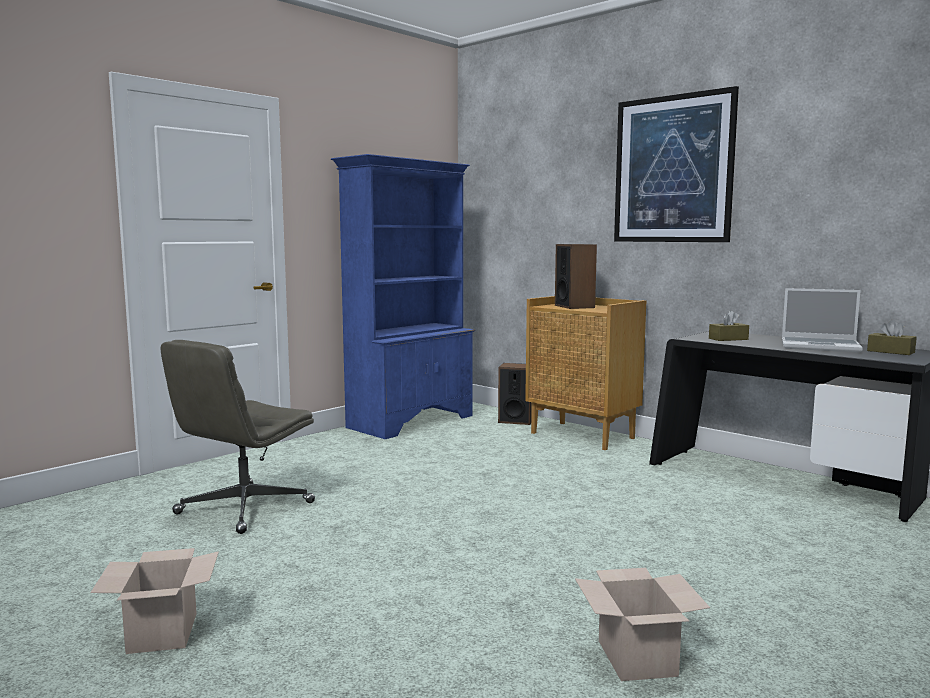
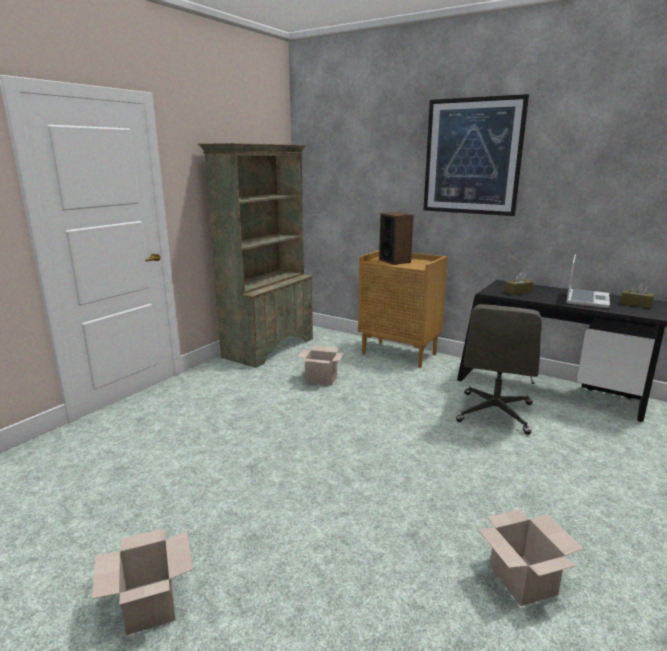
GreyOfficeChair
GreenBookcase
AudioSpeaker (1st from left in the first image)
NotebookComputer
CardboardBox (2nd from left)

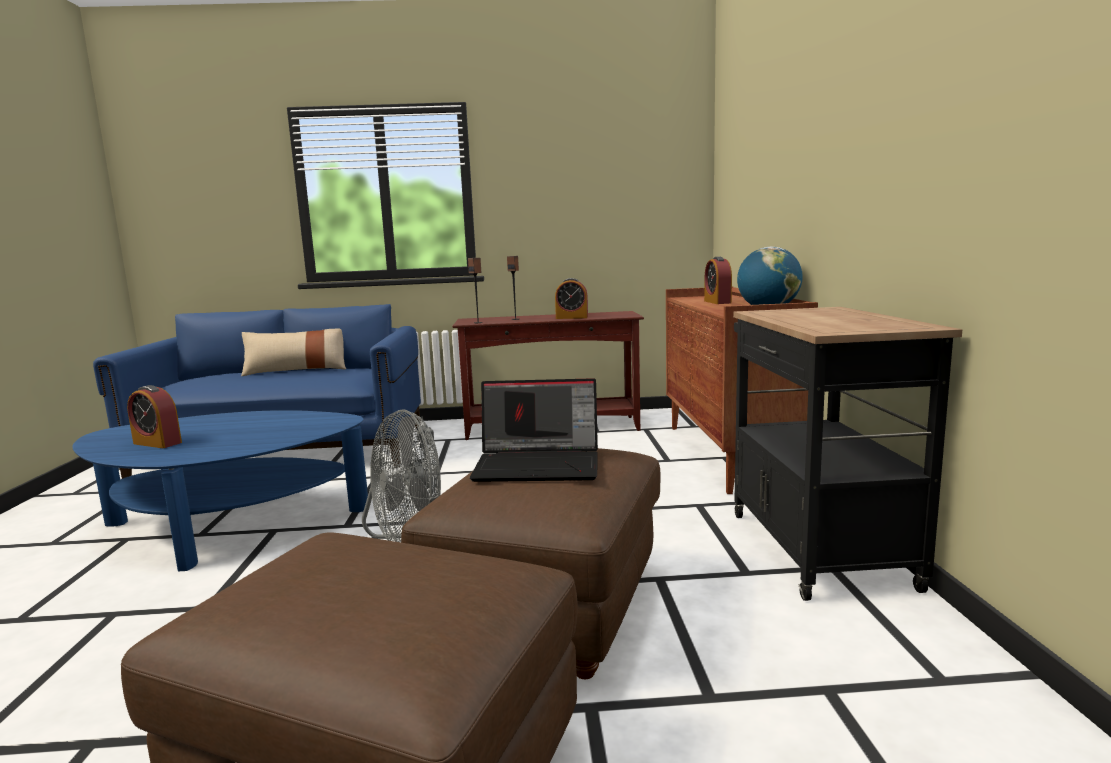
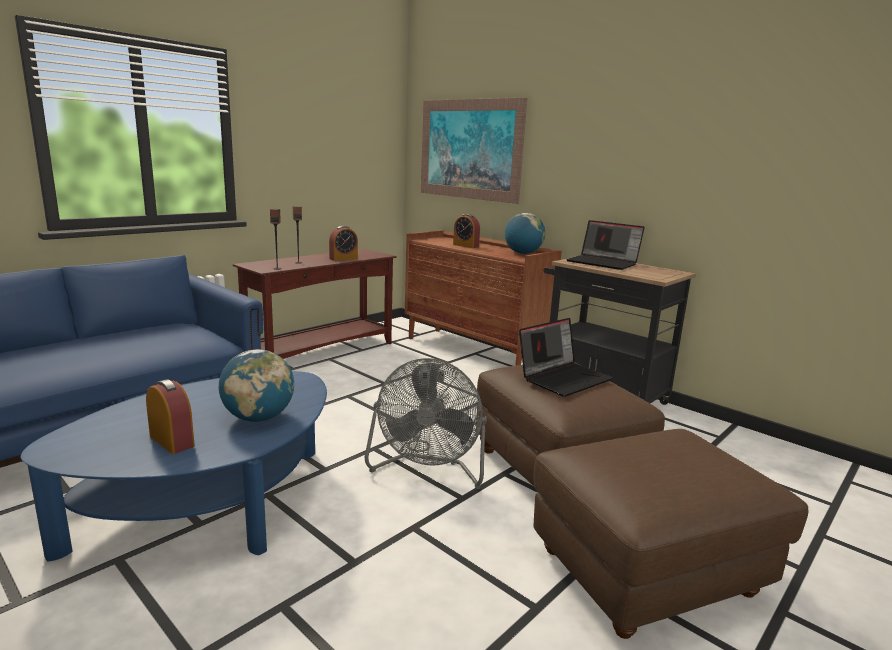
TableClock (1st from left)
BeigePillow
Globe (1st from left)
Picture
NotebookComputer (2nd from left)

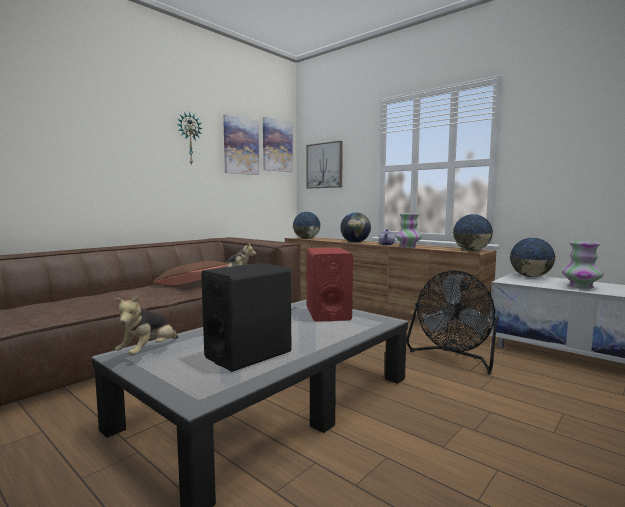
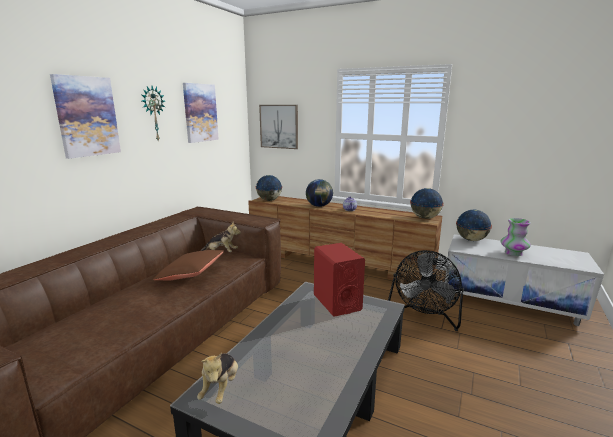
BlackColouredAudioSpeaker
Picture (1st from left)
Vase (1st from left in the first image)

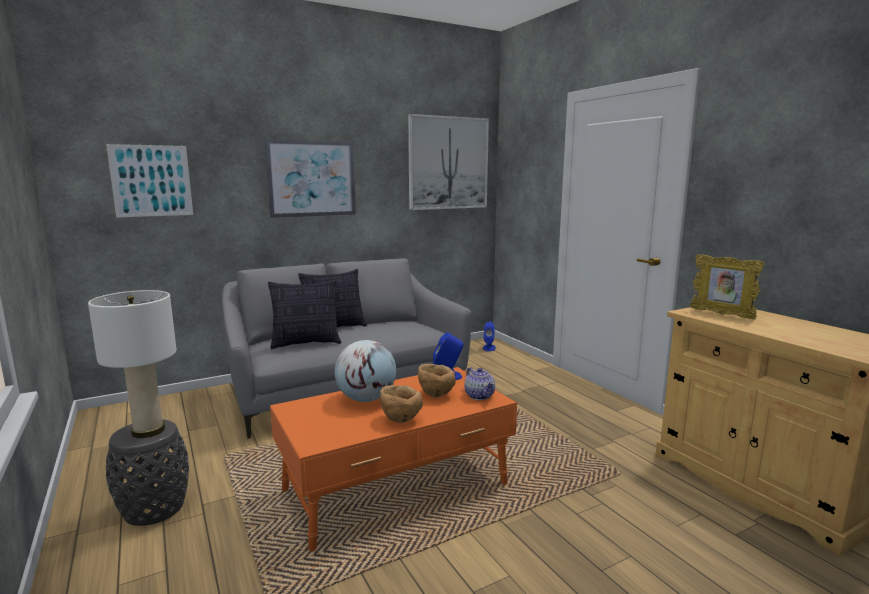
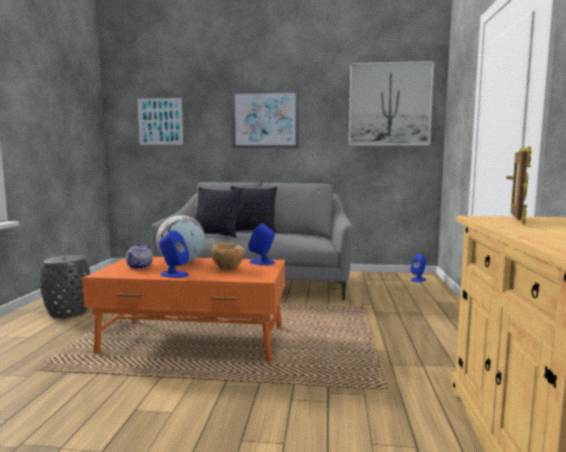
WhitishTableLamp
BlueColouredAudioSpeaker (1st from left)
Teapot
PhotoFrame

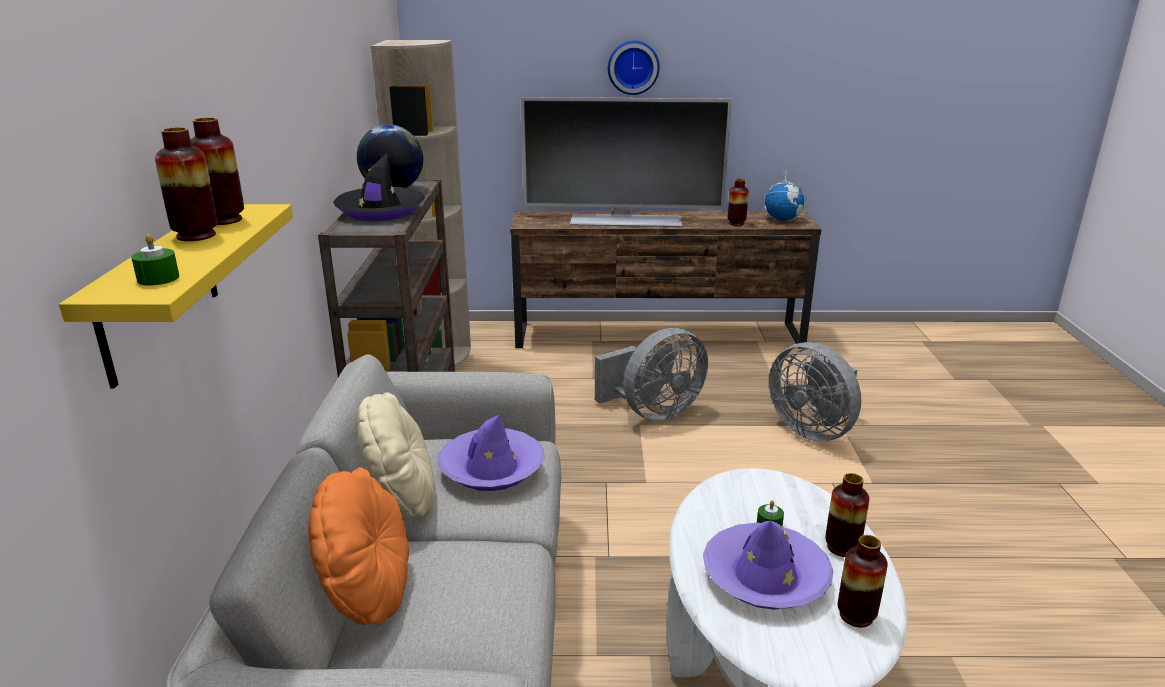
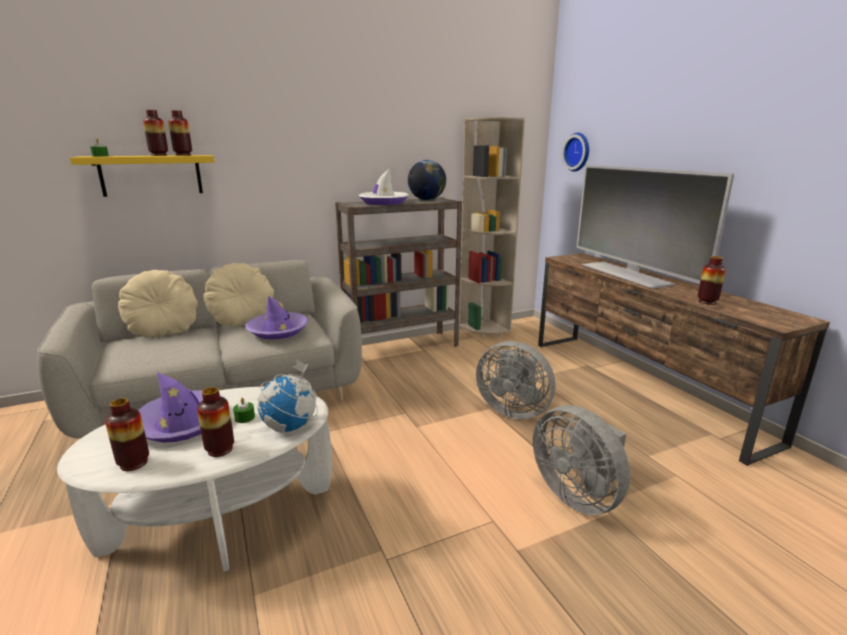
BeigePillow (1st from left)
WhitishClothingHat
WallClock
Globe (1st from left)
GreyFan (2nd from left)

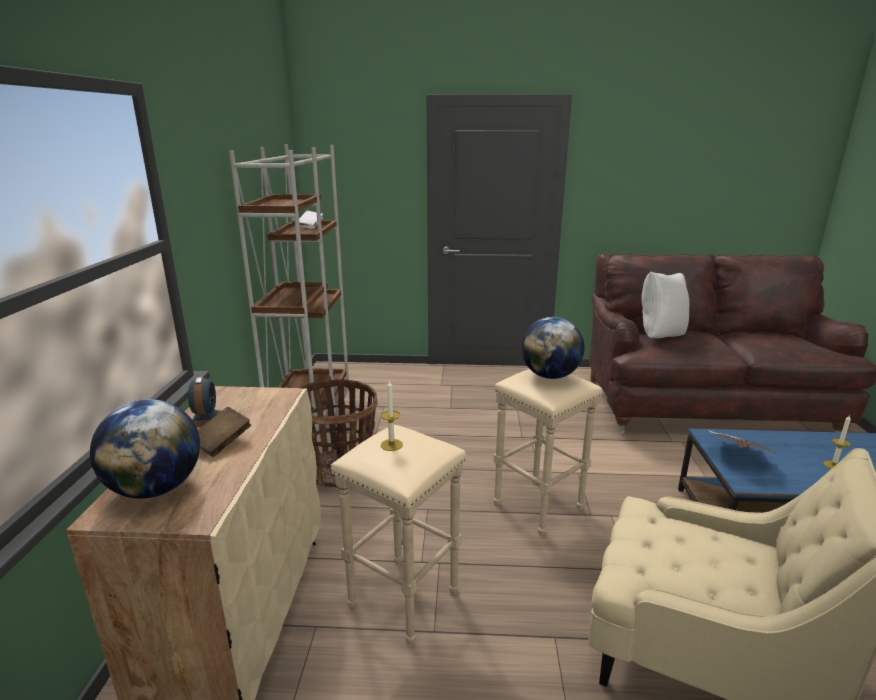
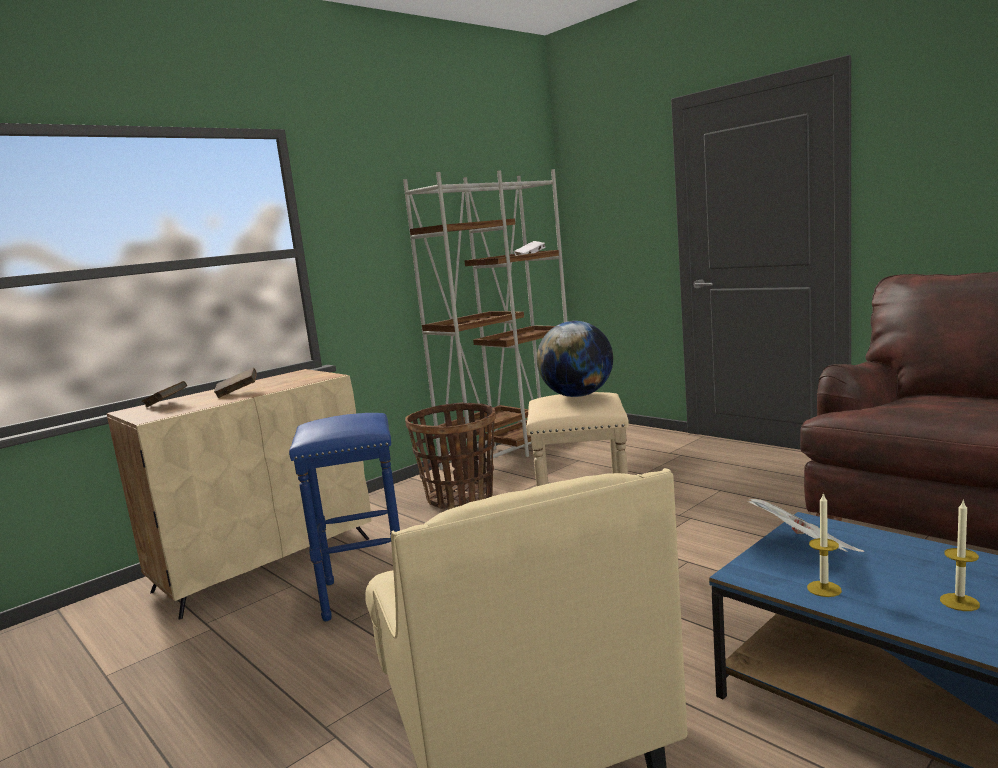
BrownBoundBook (1st from left)
TableClock
BlueColouredStool
Candle (1st from left)
WhitishPillow

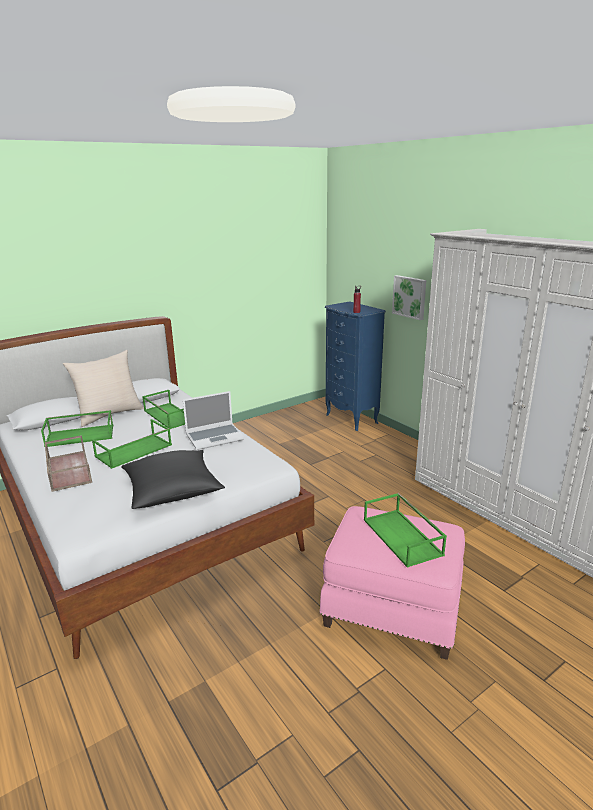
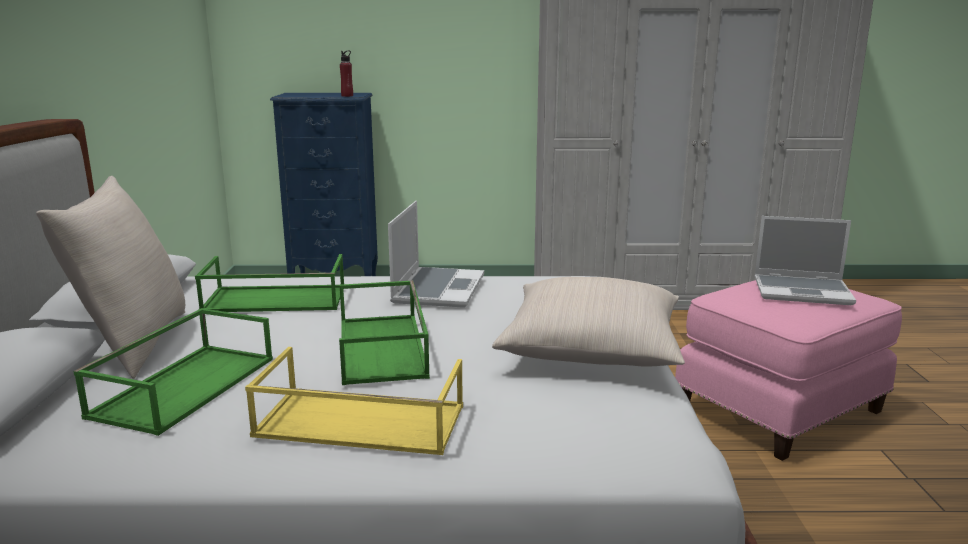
YellowishCarryingTray
BeigePillow (2nd from left)
NotebookComputer (2nd from left)
Picture

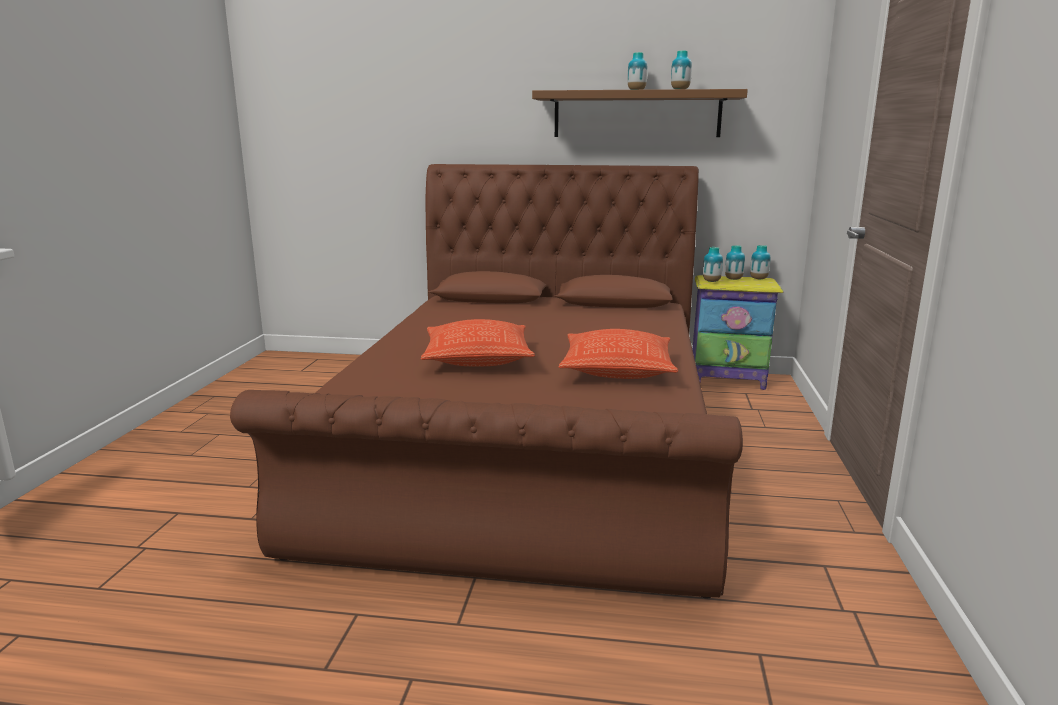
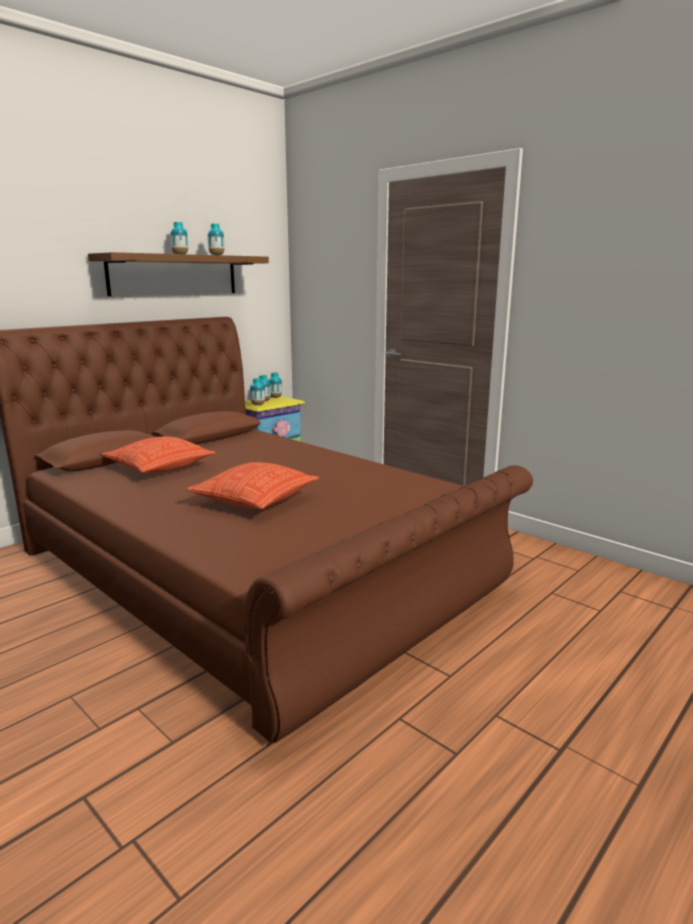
OrangeyPillow (1st from left)

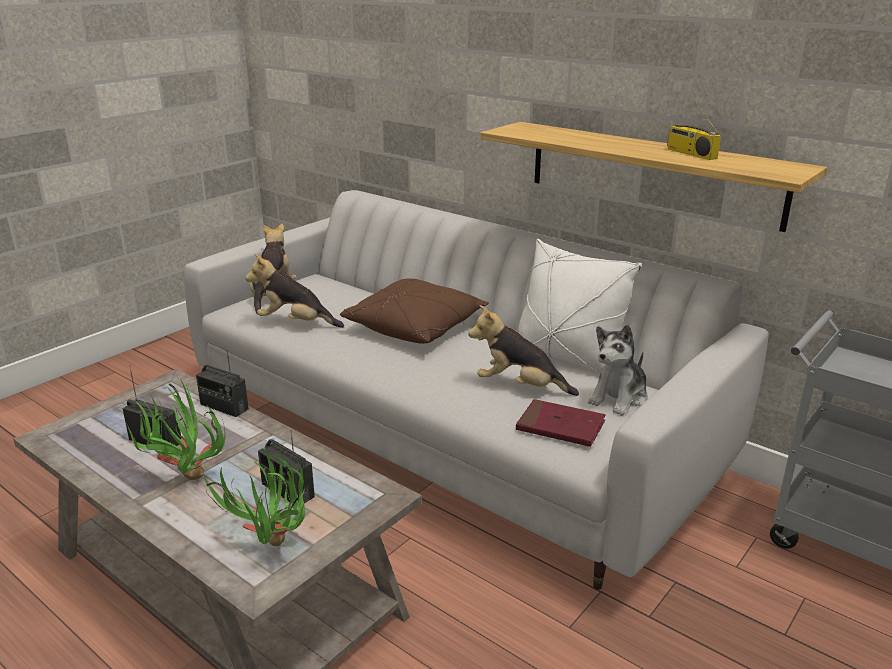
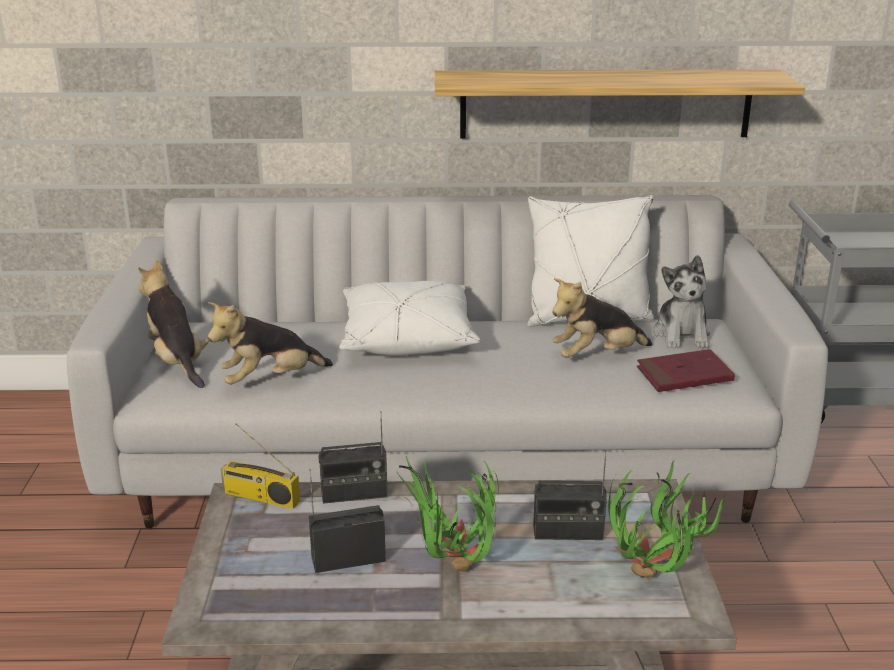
WhitishPillow (1st from left)
RadioReceiver (1st from left)

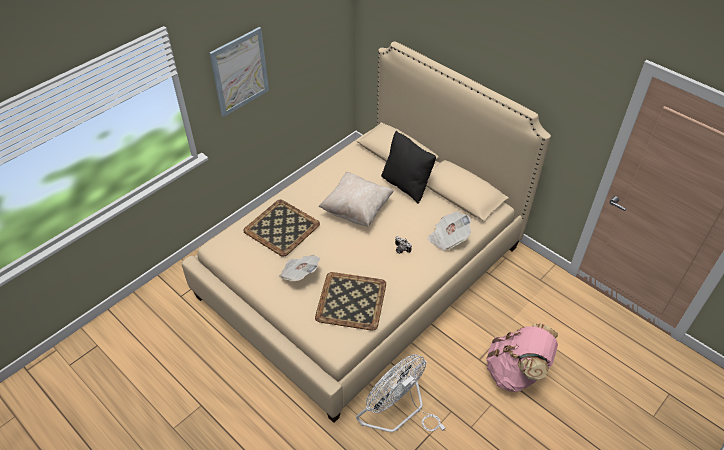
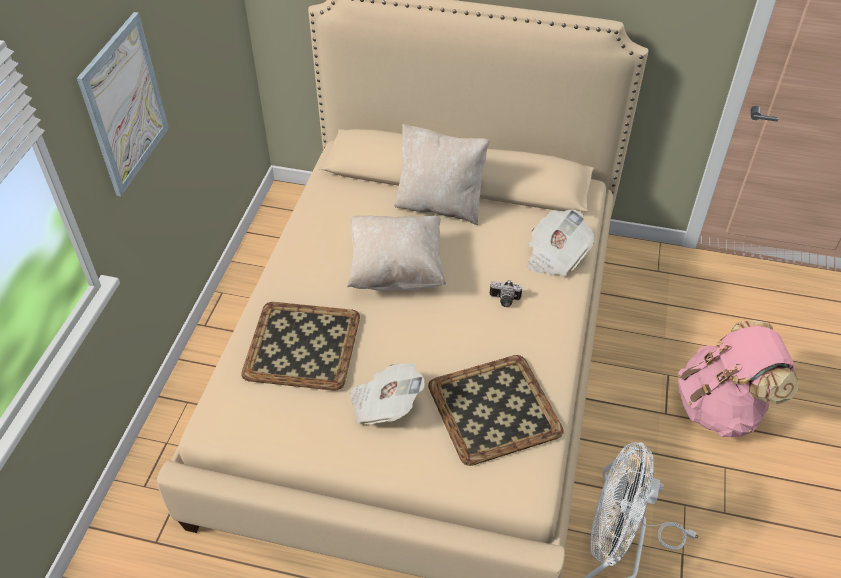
BeigePillow (2nd from left)

